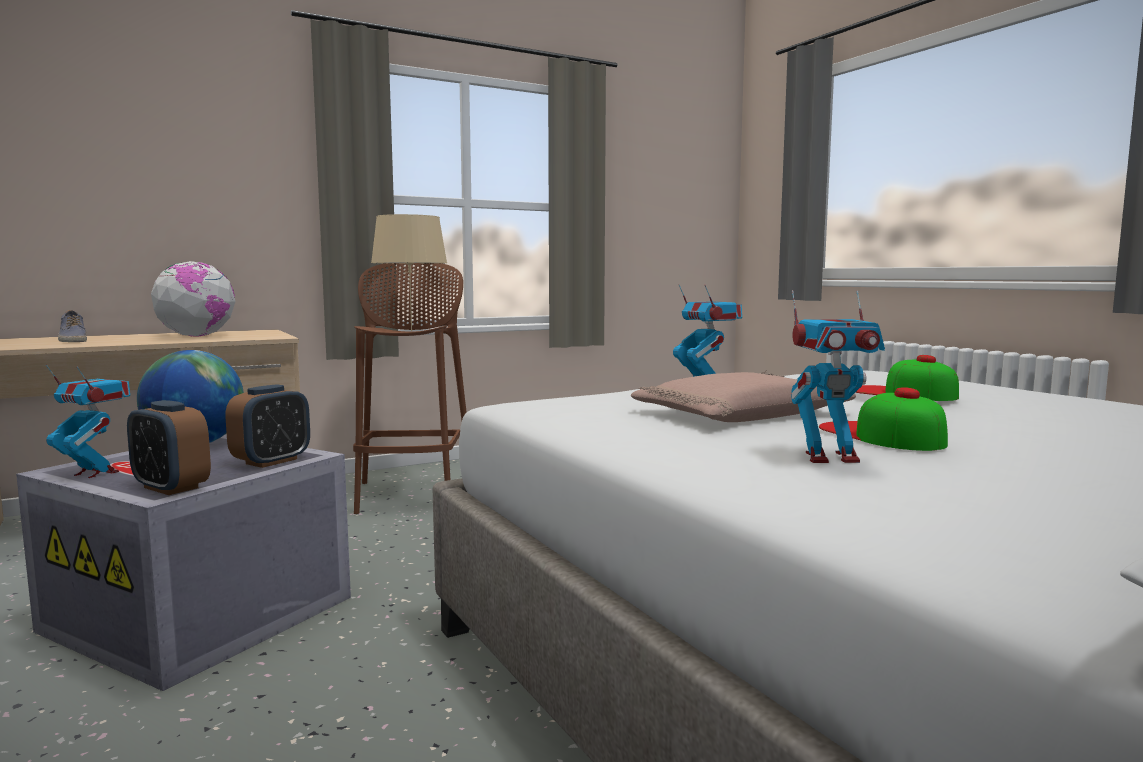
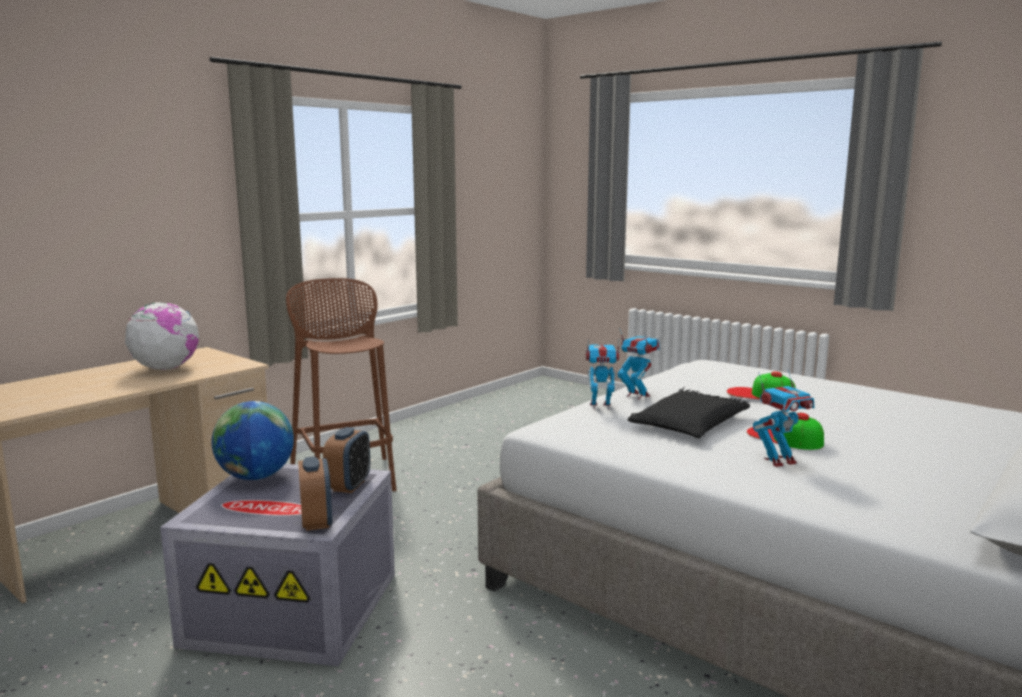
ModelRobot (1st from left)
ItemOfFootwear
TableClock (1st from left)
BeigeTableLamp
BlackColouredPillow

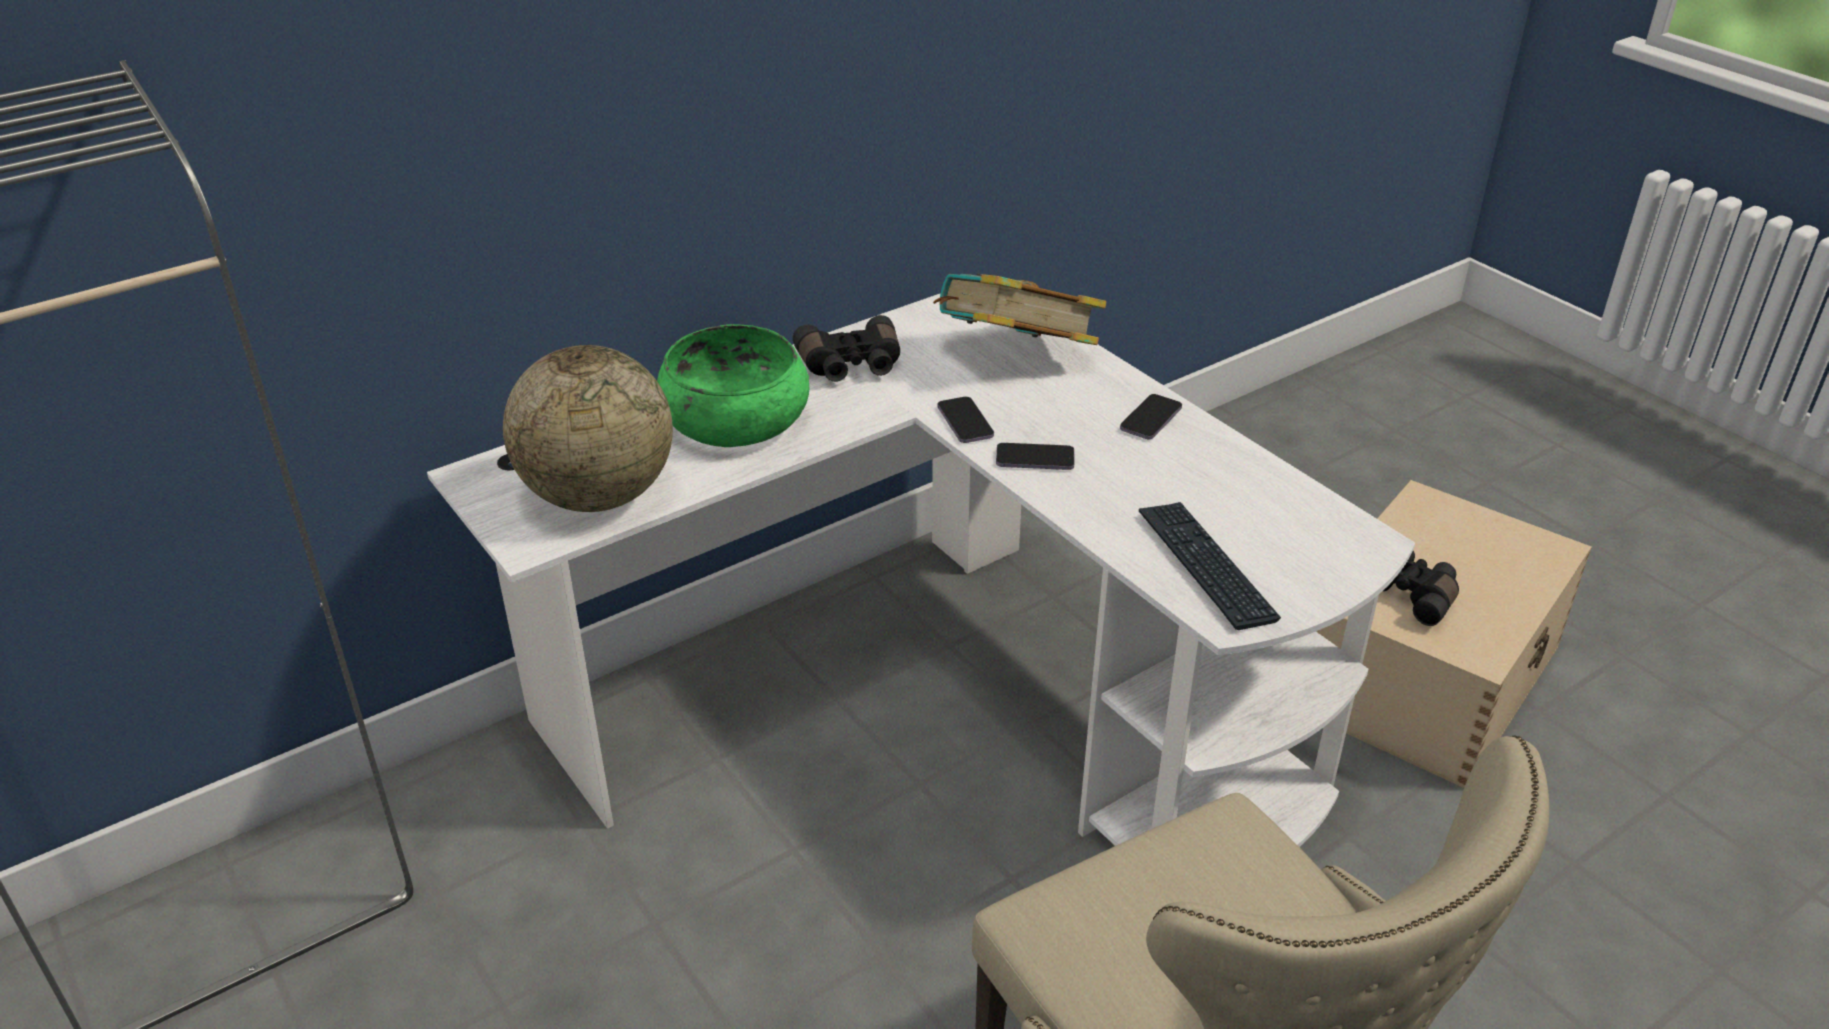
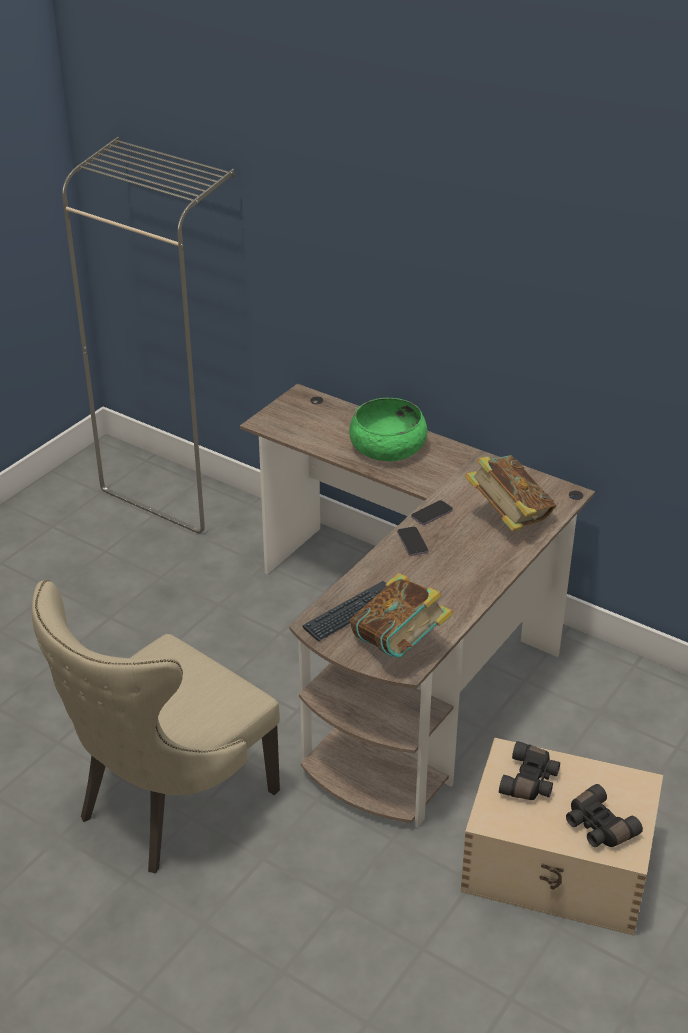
BrownDeskUnit
Globe
BlackColouredFieldGlasses (2nd from left)
Phone (3rd from left in the first image)
BoundBook (1st from left)

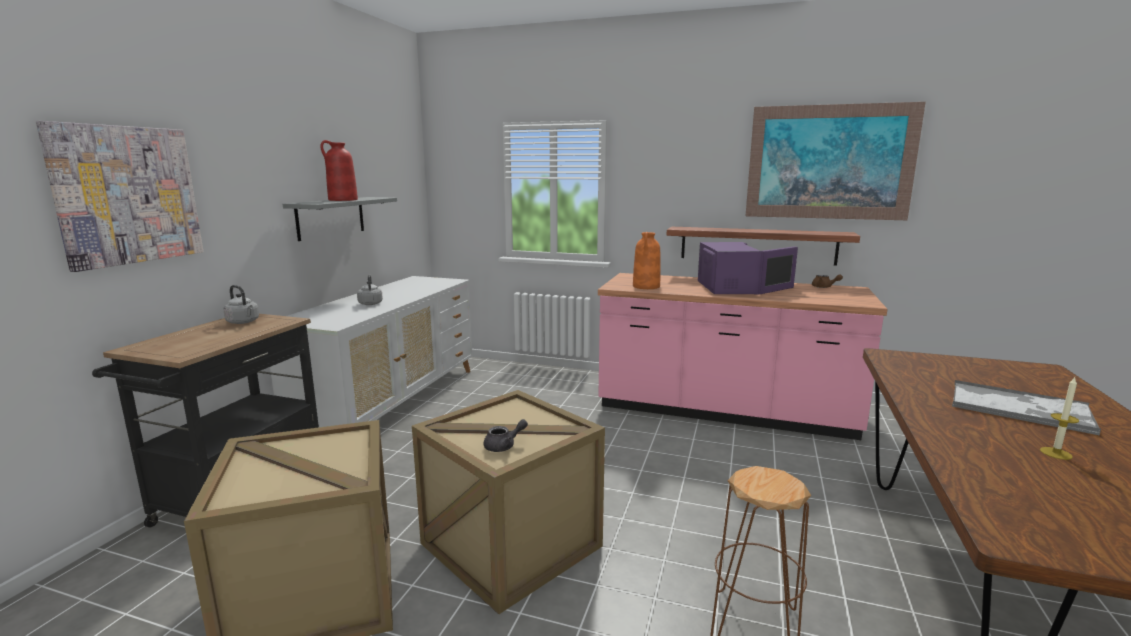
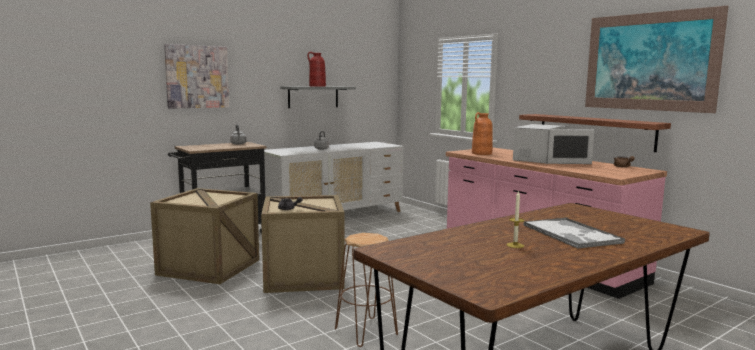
WhitishKitchenMicrowave

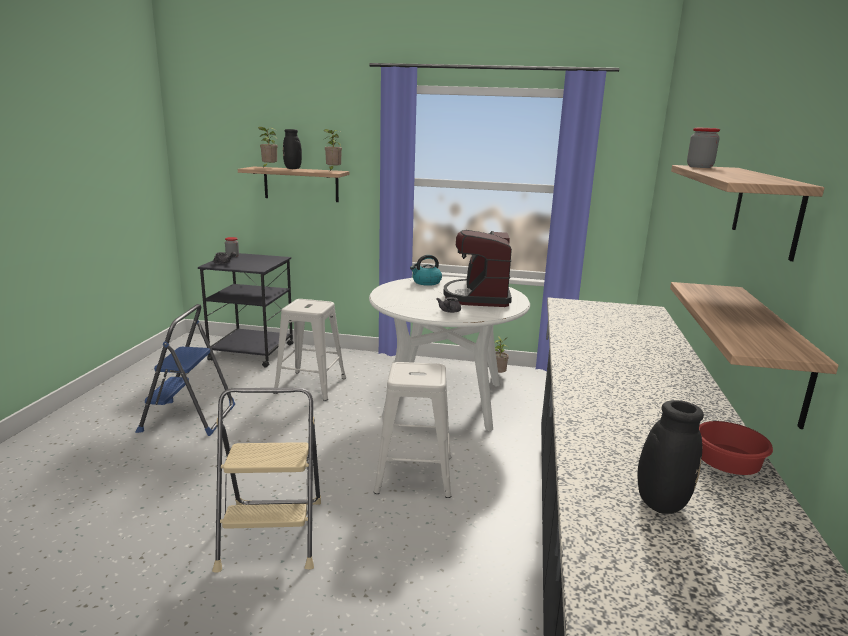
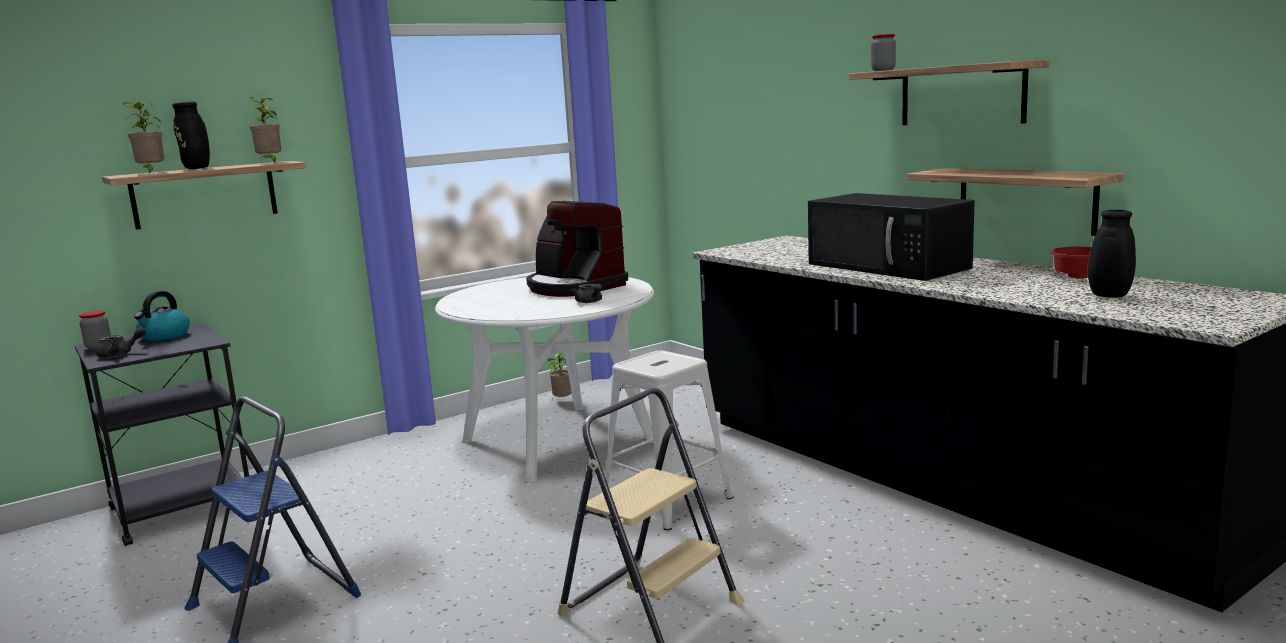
WhitishStool (1st from left in the first image)
Kettle
BlackColouredKitchenMicrowave

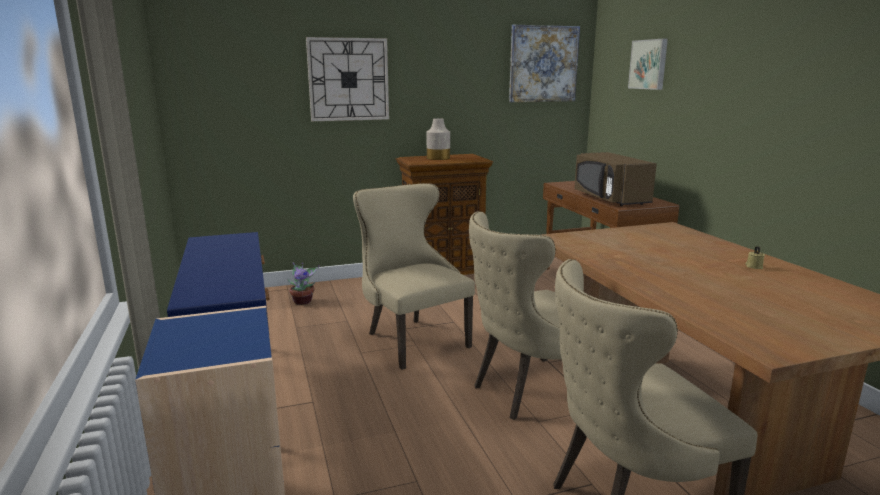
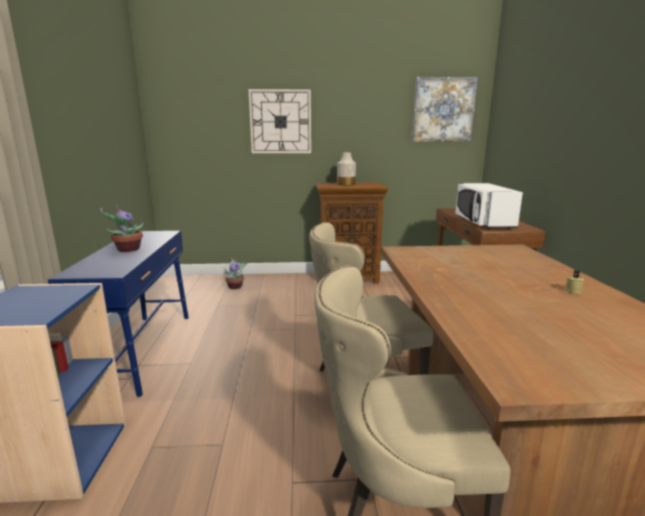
BeigeChair (1st from left in the first image)
WhitishKitchenMicrowave
Picture (2nd from left in the first image)
Houseplant (1st from left)

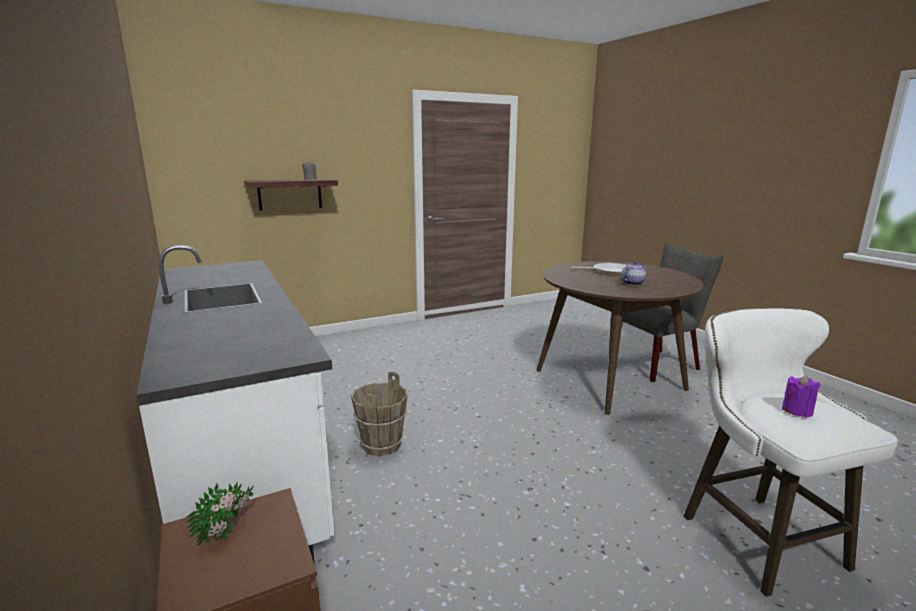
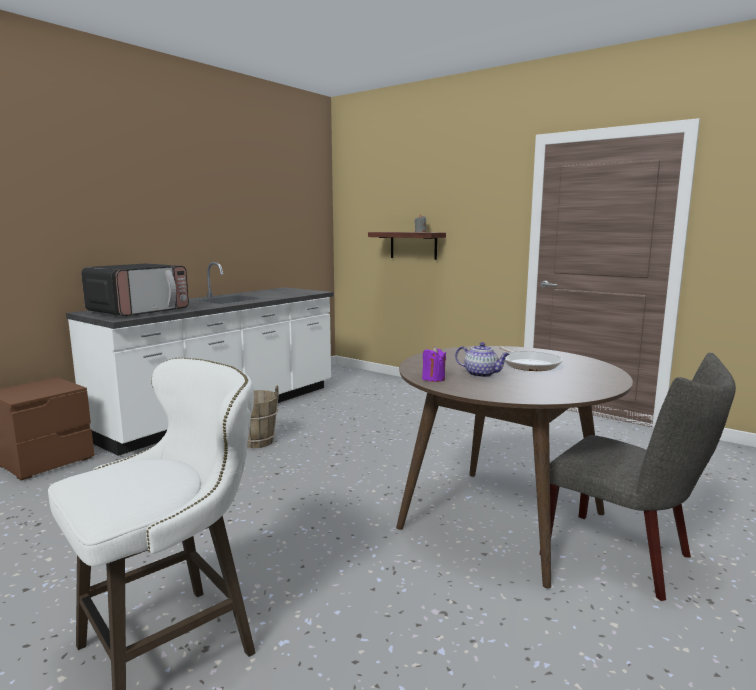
Houseplant
PurpleColouredCandle
KitchenMicrowave

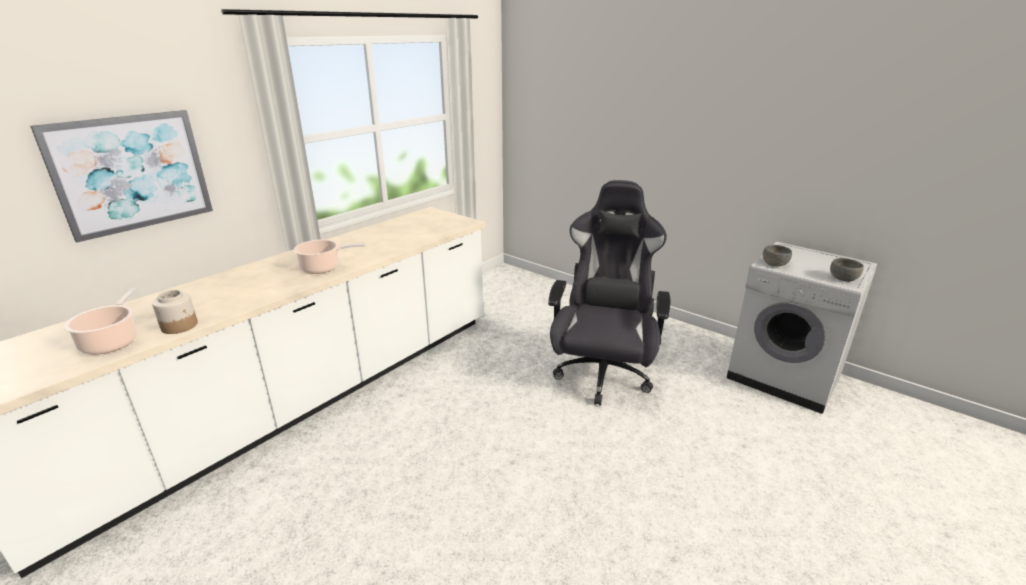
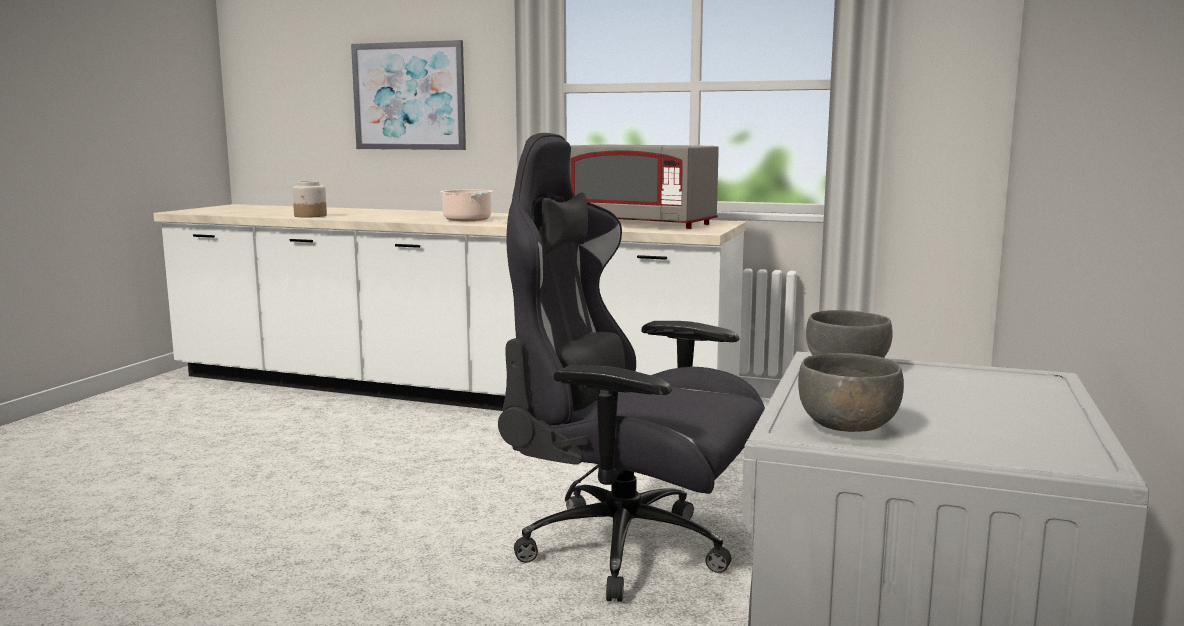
Saucepot (1st from left in the first image)
BlackColouredOfficeChair
GreyKitchenMicrowave

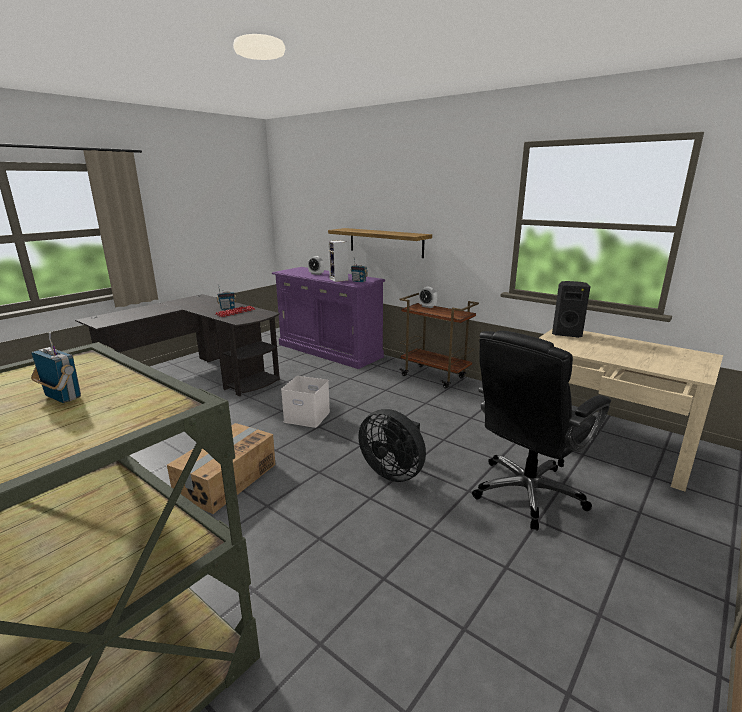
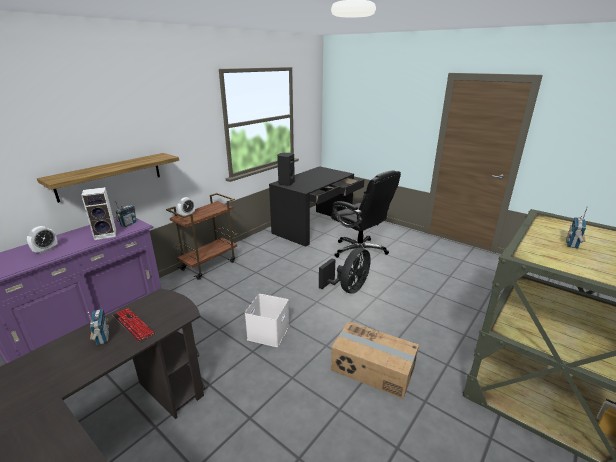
BlackColouredDeskUnit (2nd from left)

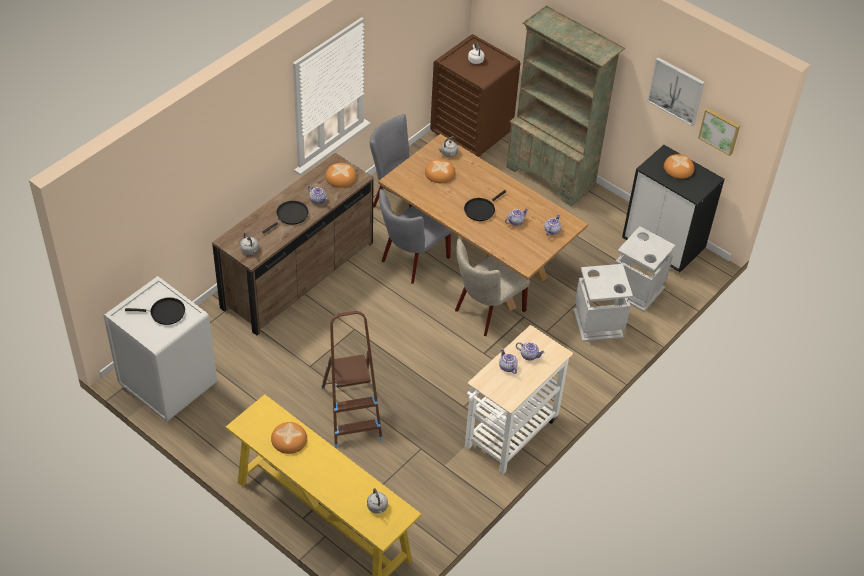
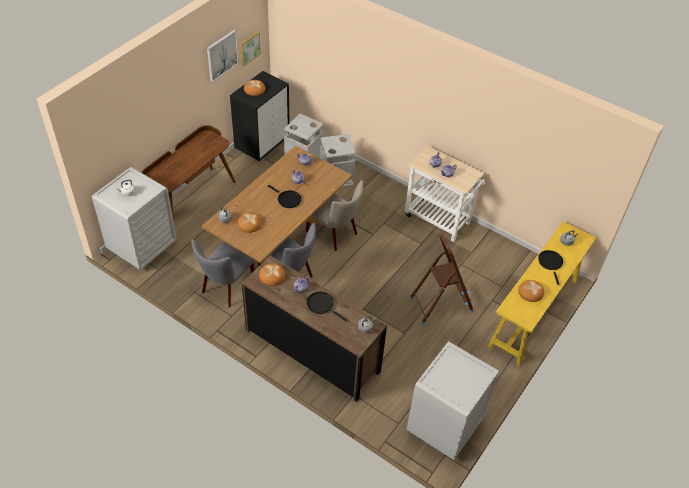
BlackColouredFryingPan (3rd from left)
GreyDrawerChest (1st from left)
BrownDeskUnit

